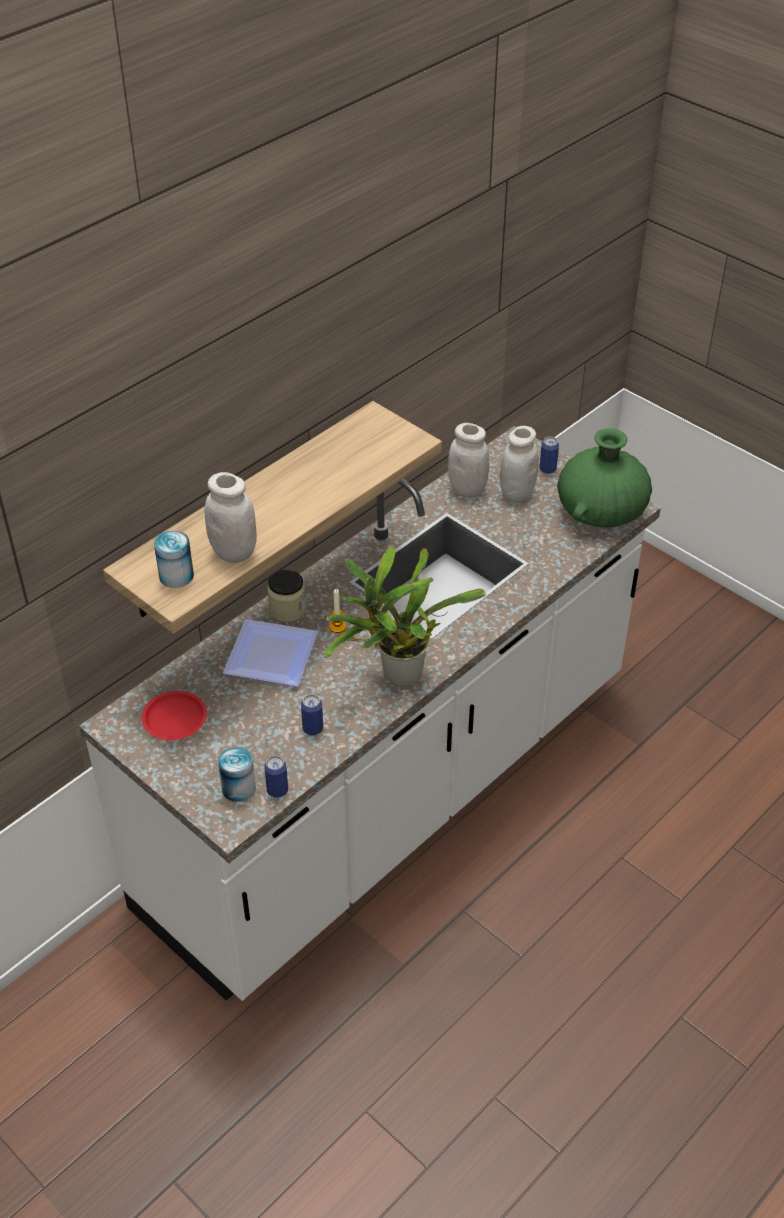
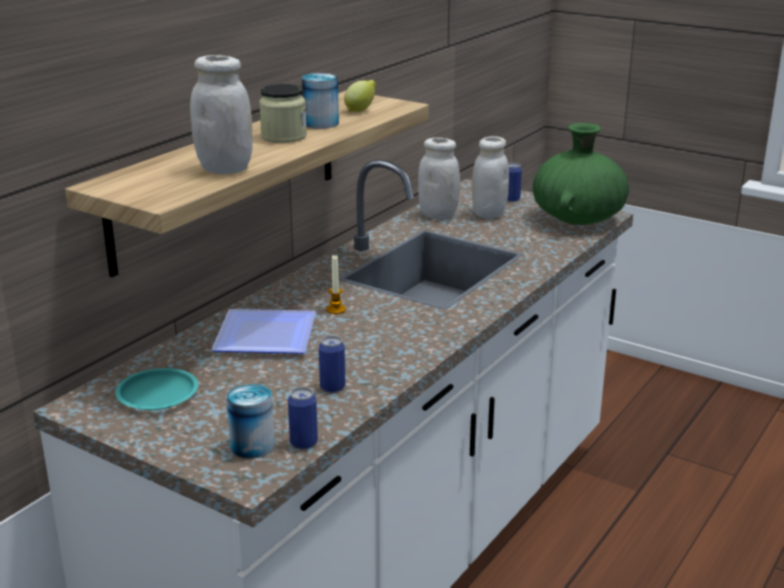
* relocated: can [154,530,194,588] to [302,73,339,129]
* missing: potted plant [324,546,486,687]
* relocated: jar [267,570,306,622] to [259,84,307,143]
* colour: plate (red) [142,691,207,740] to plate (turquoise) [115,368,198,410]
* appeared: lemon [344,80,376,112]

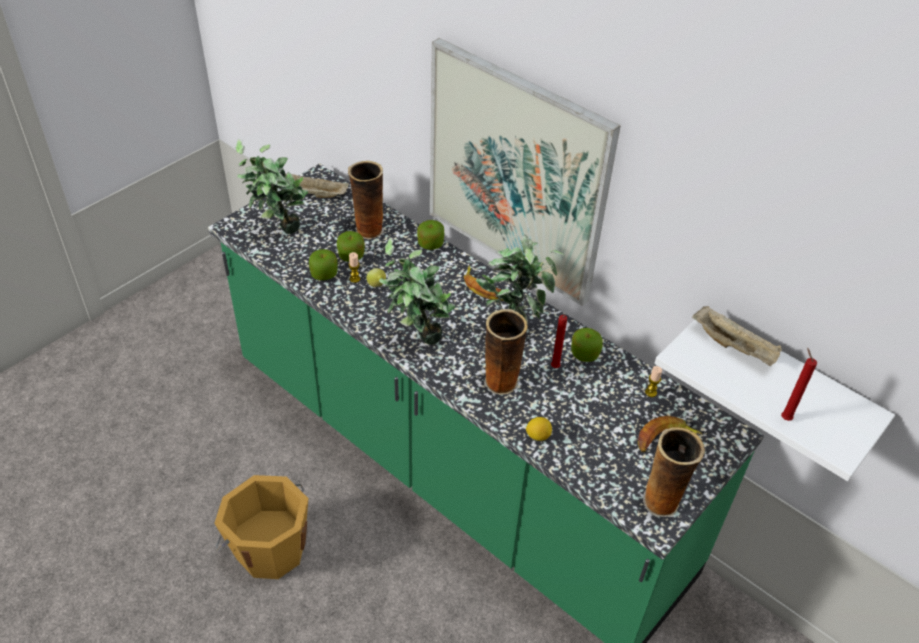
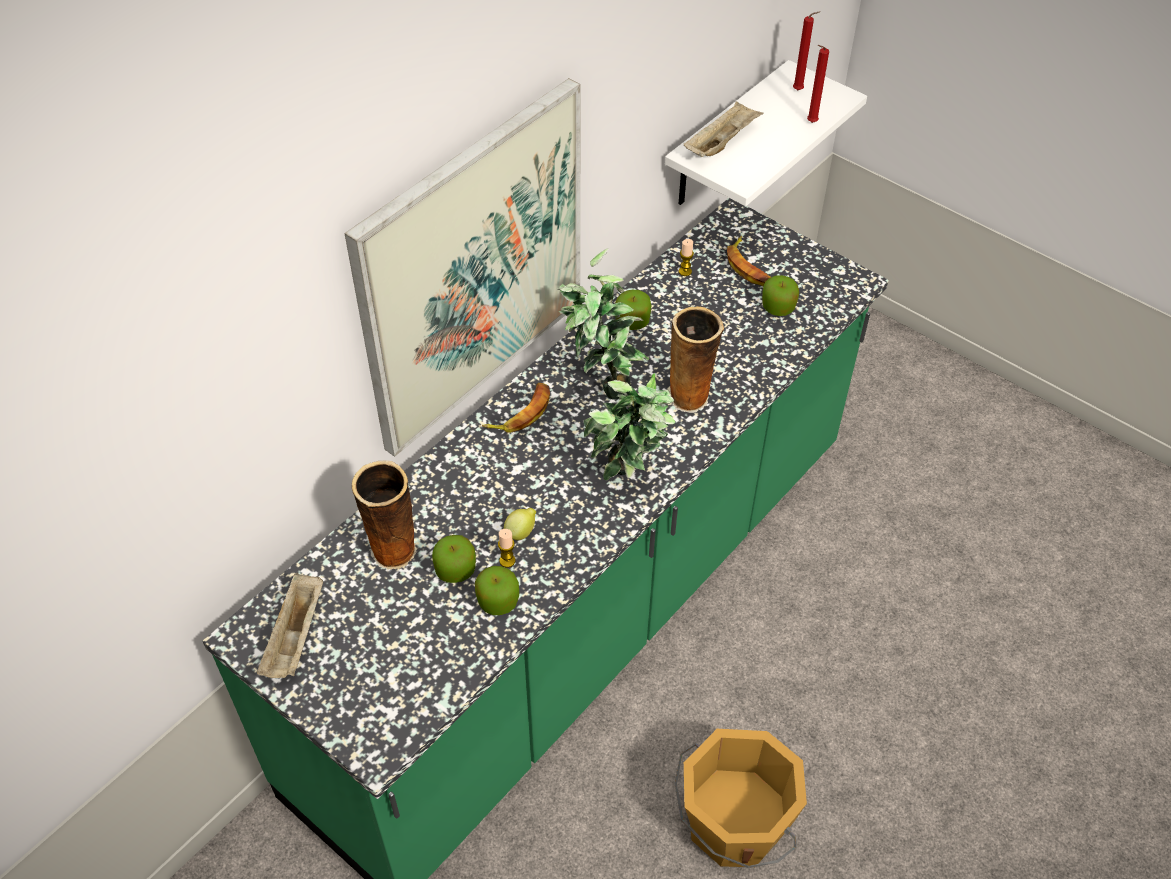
* missing: potted plant [236,139,308,234]
* relocated: apple [417,220,444,250] to [762,275,799,316]
* relocated: candle (red) [551,315,567,368] to [793,11,820,90]
* missing: lemon [526,417,552,441]
* missing: vase [643,427,705,517]

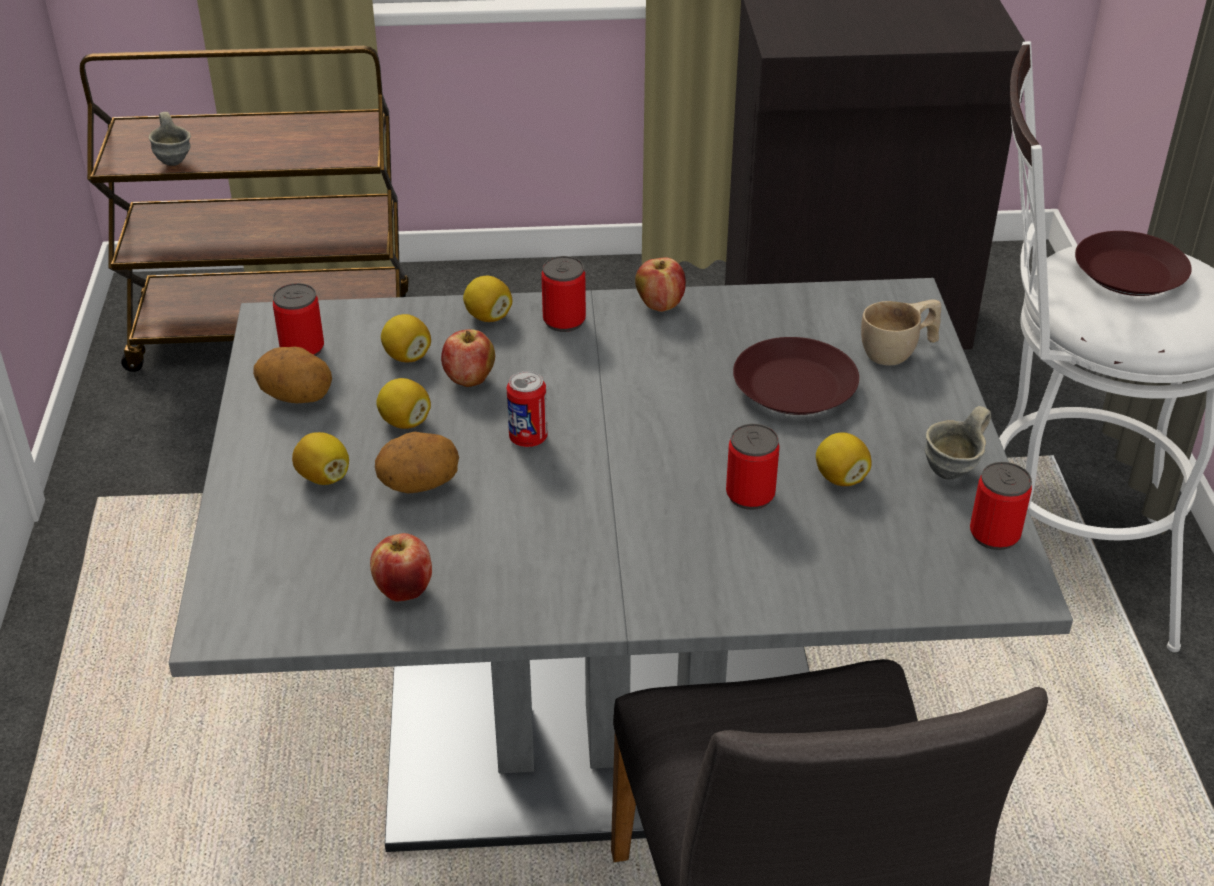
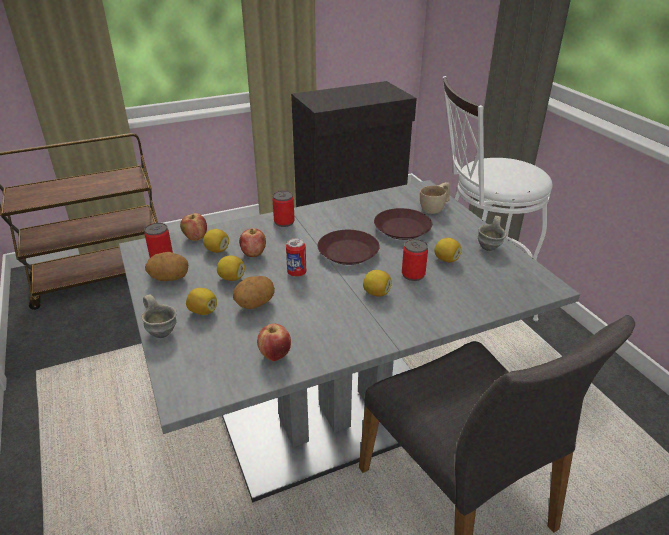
* relocated: mug (grey) [149,112,191,166] to [142,294,177,338]
* relocated: plate (brown) [1075,231,1192,296] to [317,230,380,265]
* relocated: apple [635,258,686,312] to [180,213,207,241]
* relocated: lemon [463,276,512,322] to [363,270,392,297]
* missing: can [970,462,1032,550]

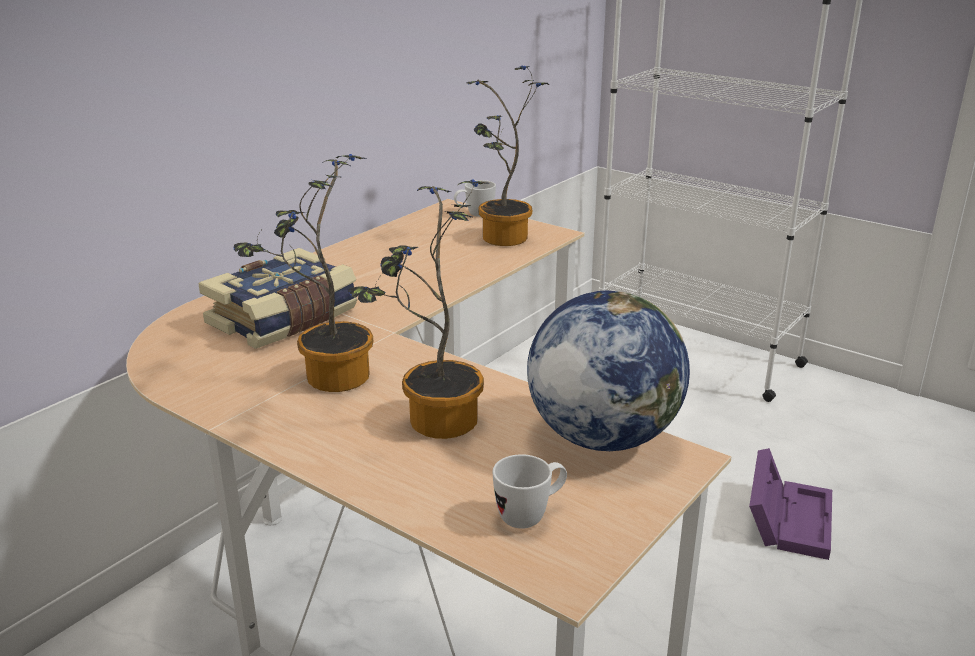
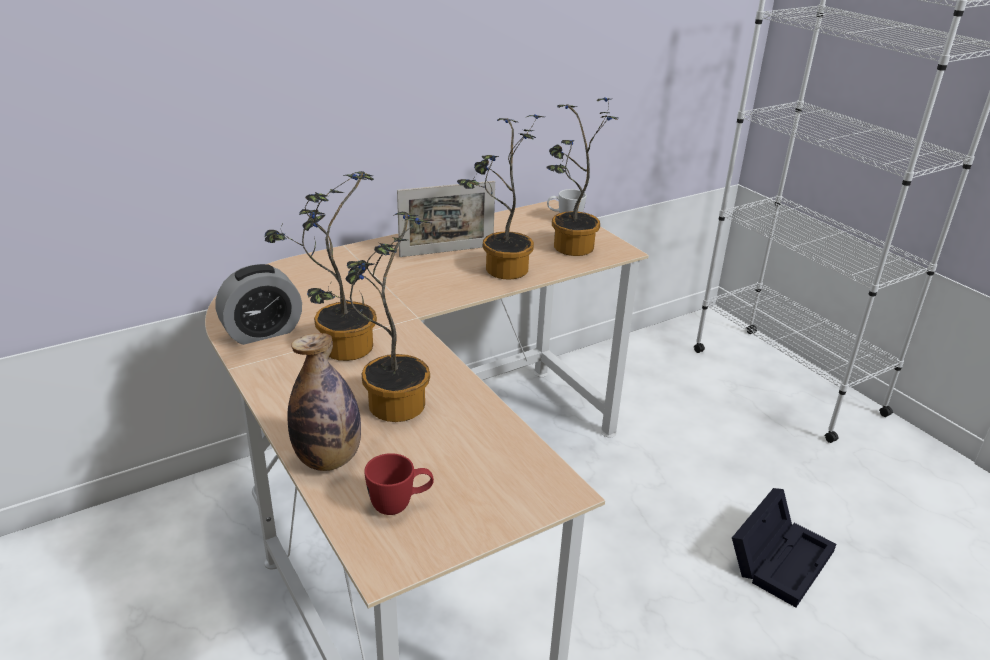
* missing: book [198,248,358,349]
* missing: globe [527,290,690,451]
* colour: storage box (purple) [749,448,832,560] to storage box (black) [732,488,836,607]
* colour: mug (white) [493,454,567,529] to mug (red) [364,453,434,515]
* appeared: potted plant [457,114,544,280]
* appeared: picture frame [397,181,495,257]
* appeared: alarm clock [215,264,302,345]
* appeared: bottle [287,333,361,471]

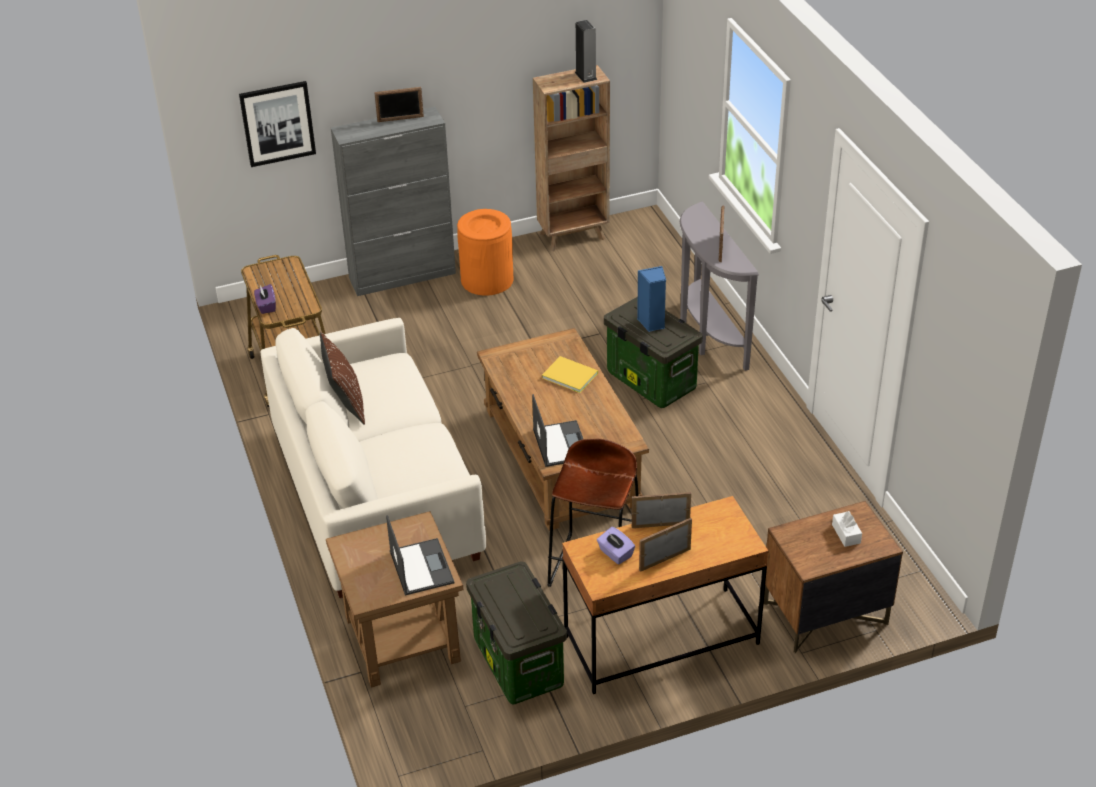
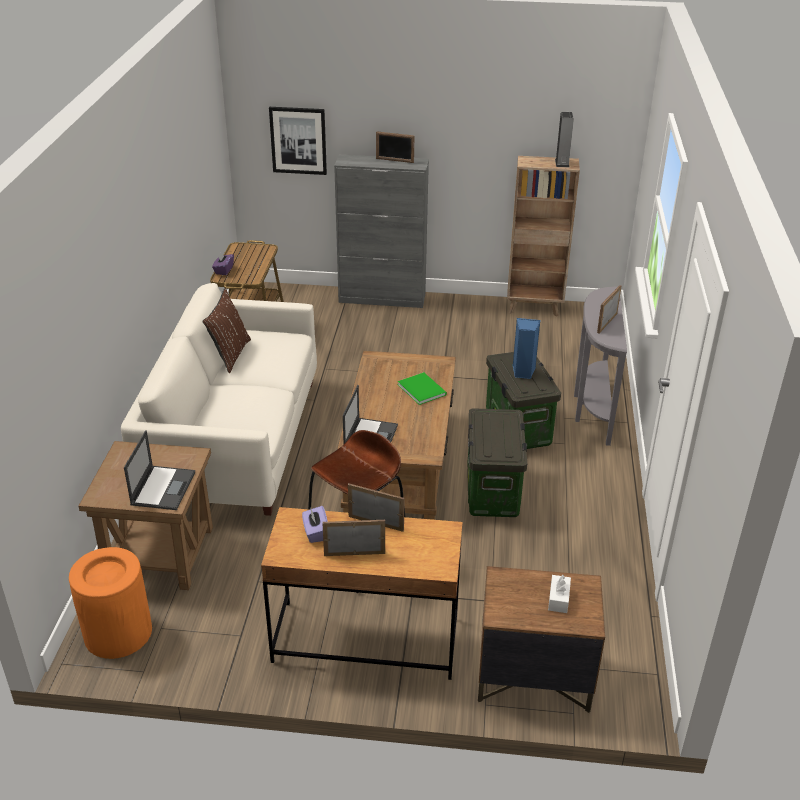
* relocated: trash can (orange) [457,209,513,296] to [69,547,152,659]
* colour: book (yellow) [542,356,598,393] to book (green) [398,372,447,405]
* relocated: storage box [466,561,567,704] to [467,408,527,517]

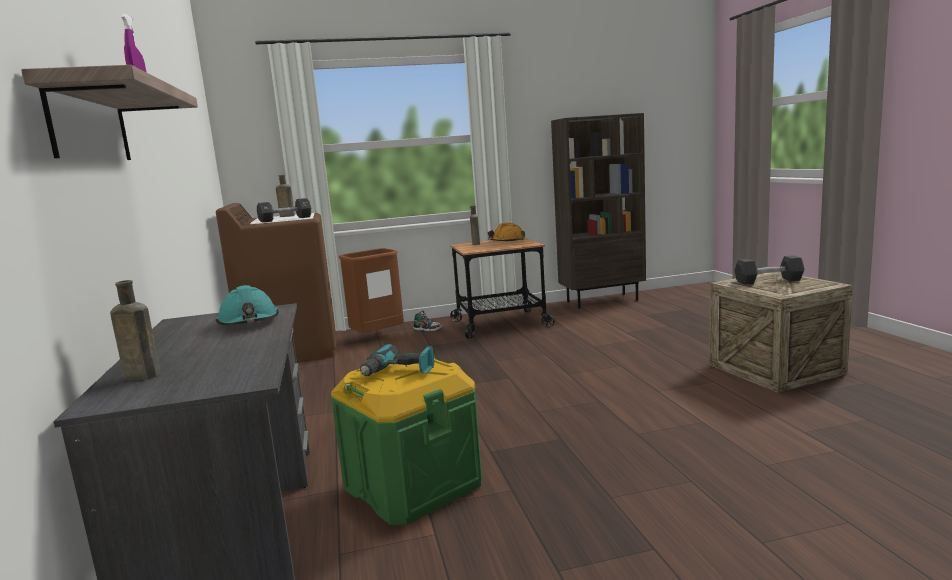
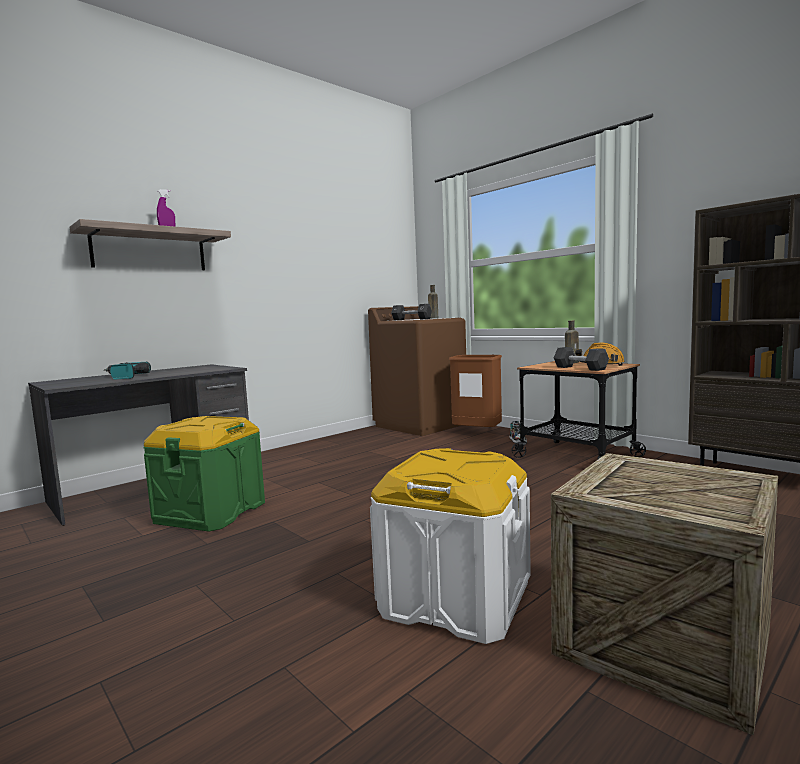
* relocated: dumbbell (black) [734,255,805,285] to [554,347,609,371]
* missing: bottle (brown) [110,280,161,380]
* missing: hard hat (turquoise) [216,285,279,326]
* relocated: power drill [360,344,434,376] to [104,361,151,379]
* appeared: storage box (white) [370,448,531,644]

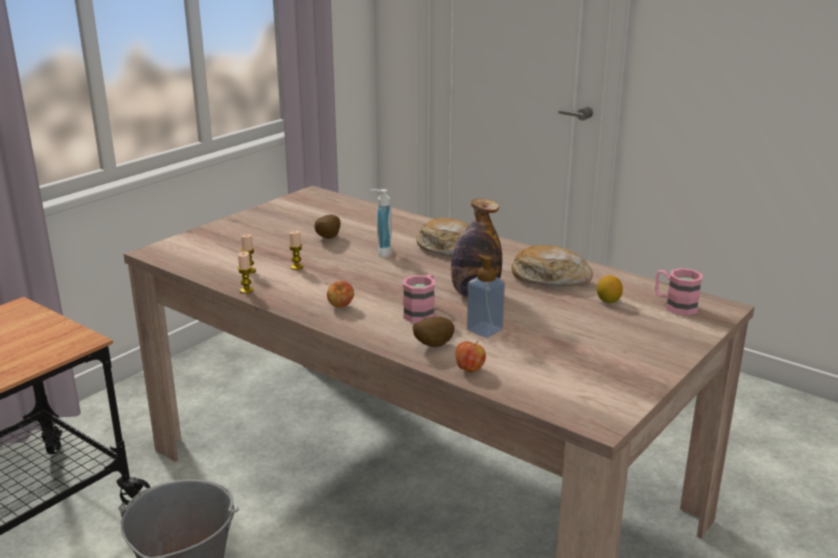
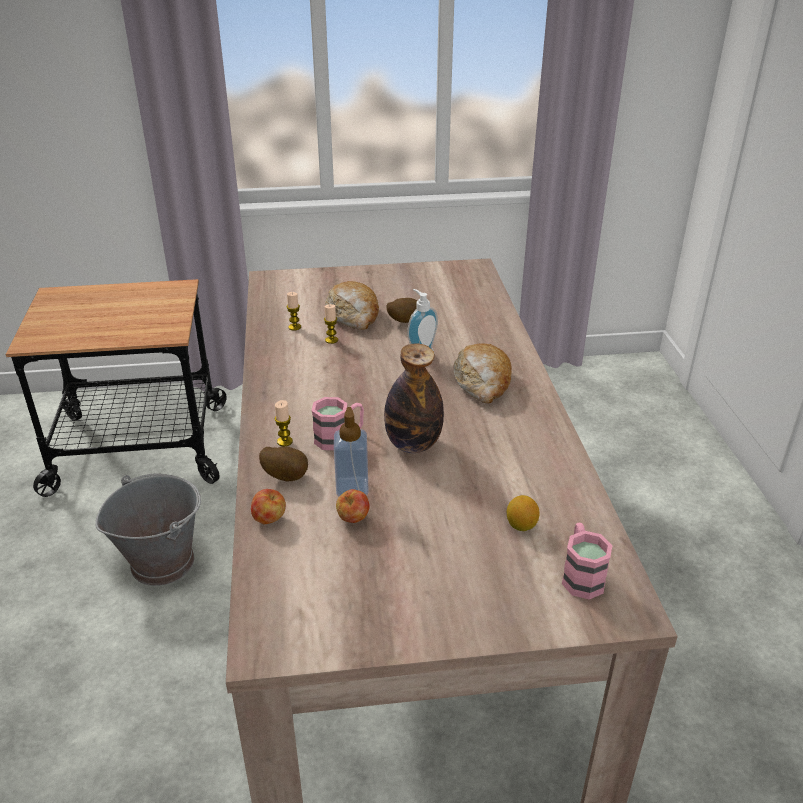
* relocated: bread [512,245,593,286] to [325,281,379,330]
* relocated: candle [238,251,254,294] to [275,400,293,446]
* relocated: apple [327,281,354,308] to [336,489,370,523]

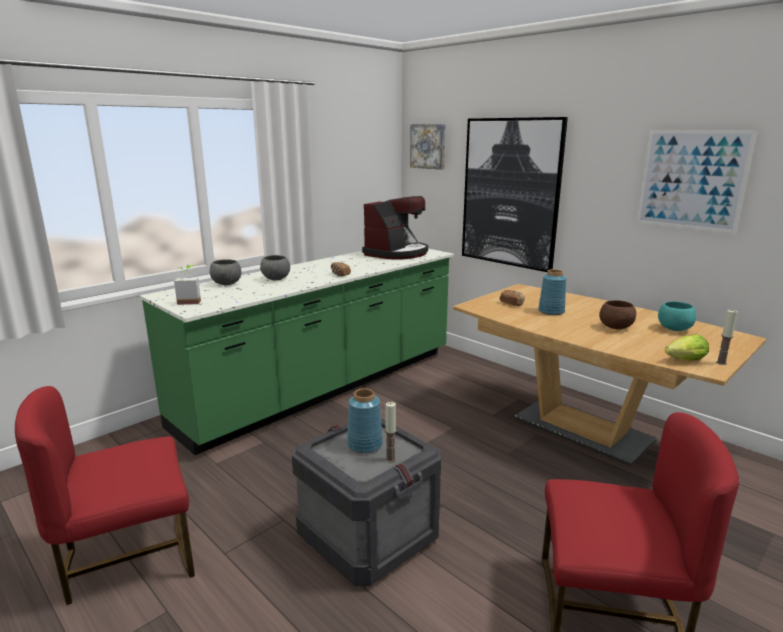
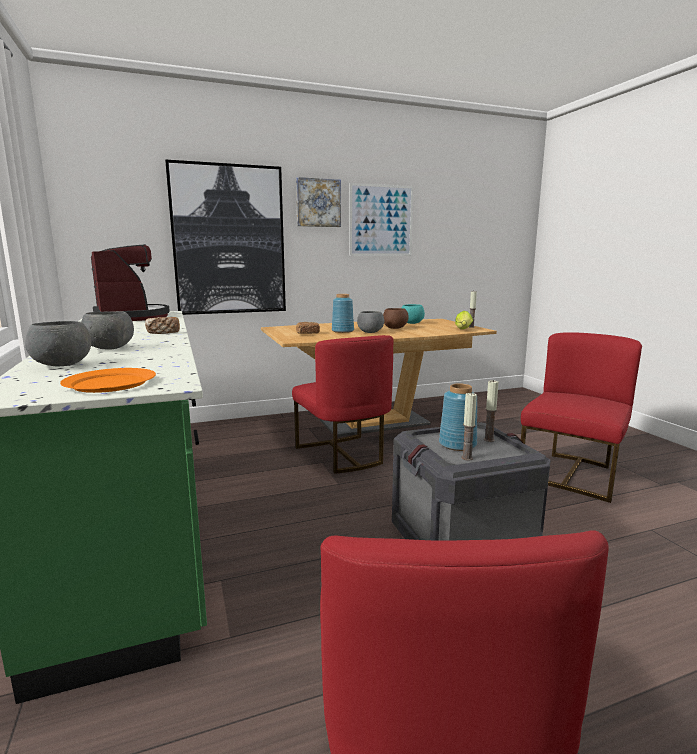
* relocated: picture [410,124,446,170] to [296,177,341,227]
* exchanged: potted plant [174,265,201,305] to plate (orange) [60,368,156,393]
* appeared: bowl (grey) [357,311,384,333]
* appeared: chair (red) [292,335,393,474]
* appeared: candle [461,392,477,461]

